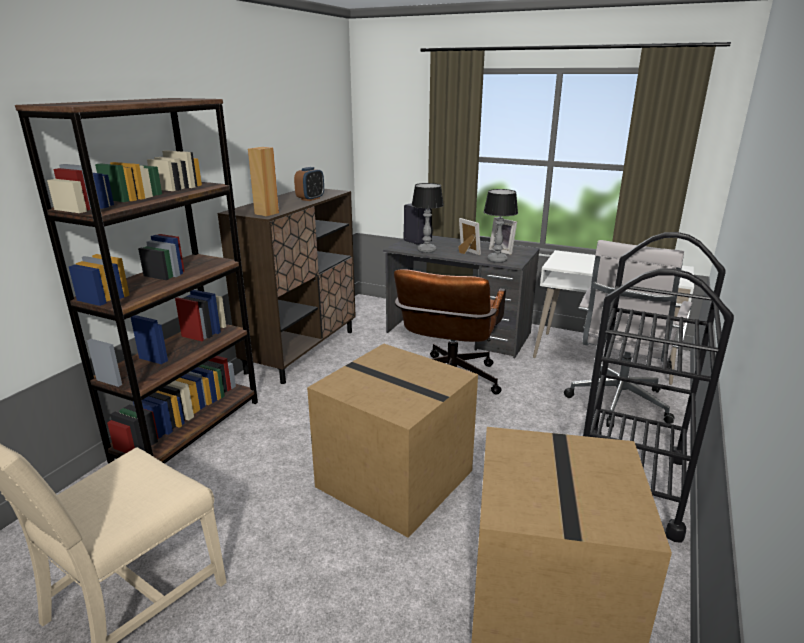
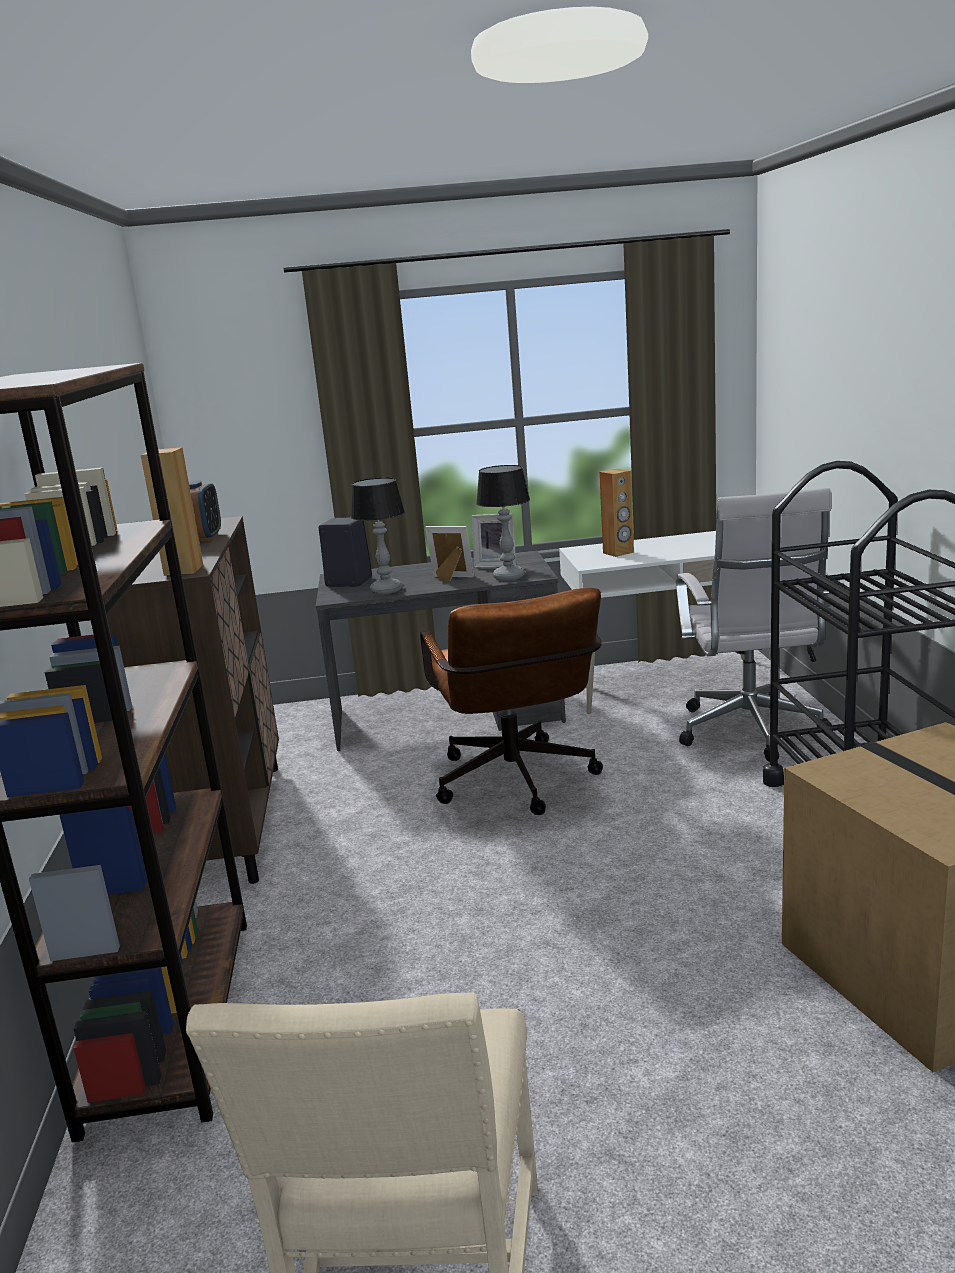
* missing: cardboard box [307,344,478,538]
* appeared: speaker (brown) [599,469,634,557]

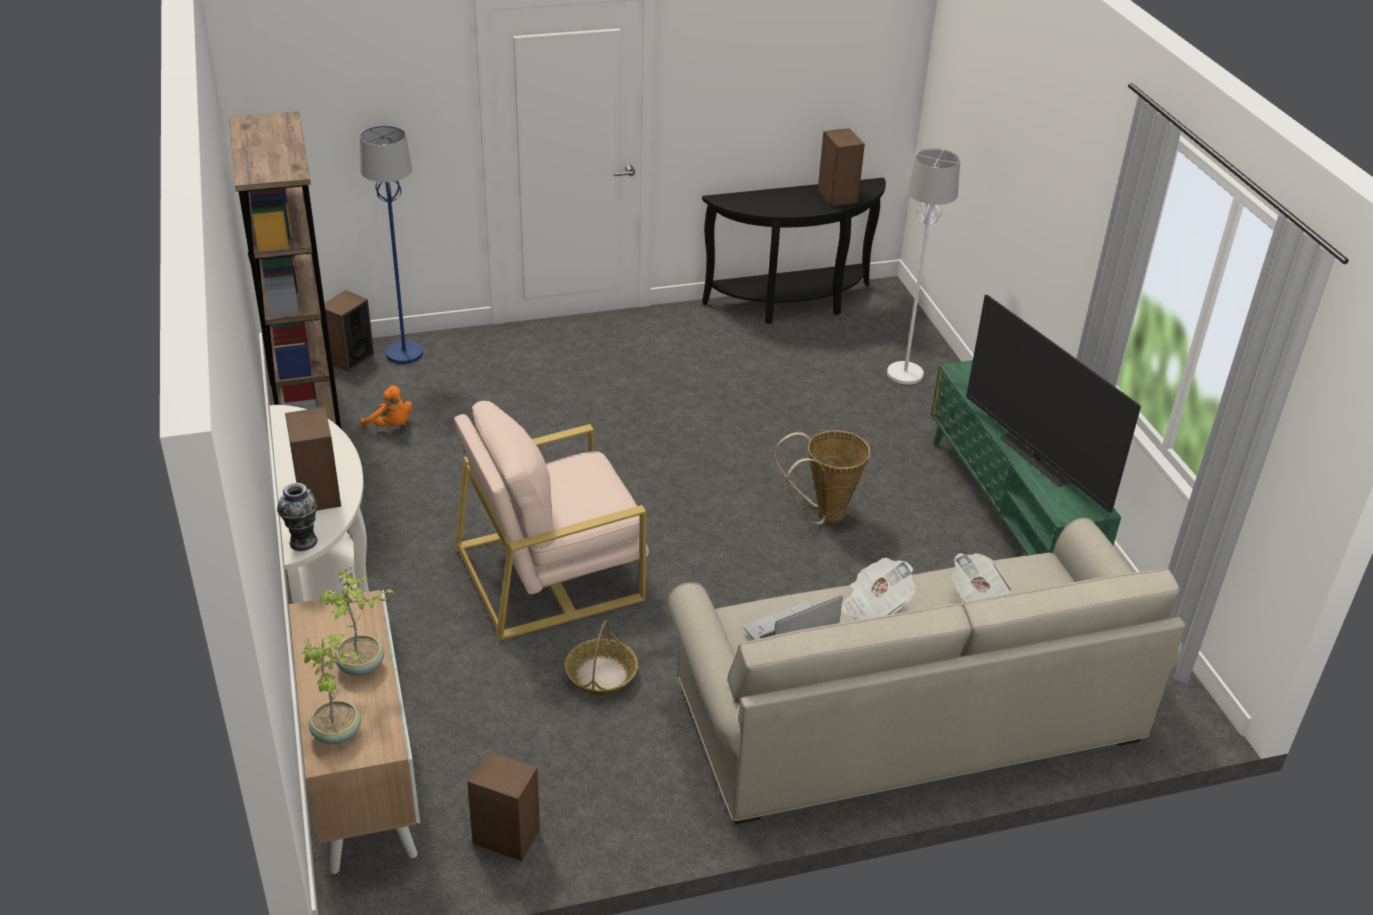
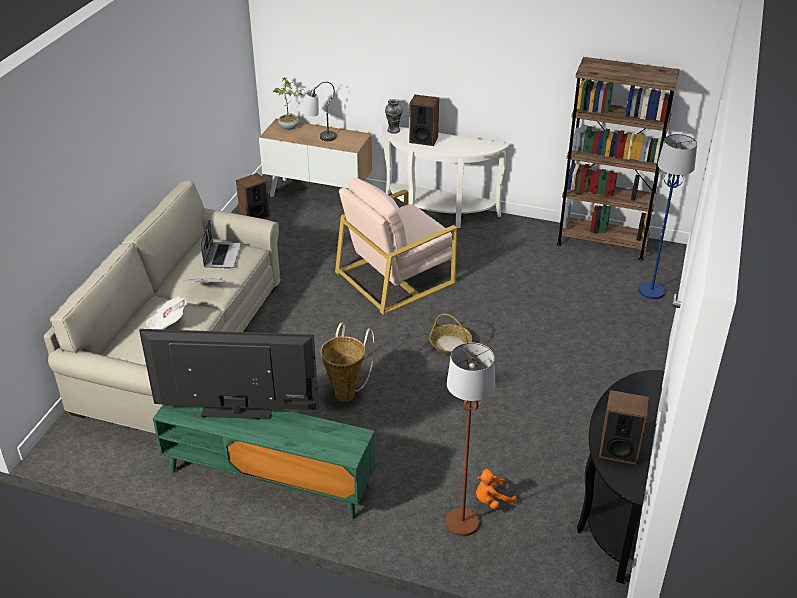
* colour: floor lamp (white) [887,148,960,385] to floor lamp (brown) [446,343,495,536]
* missing: speaker [324,290,374,372]
* relocated: plush toy (orange) [361,385,413,427] to [476,469,517,509]
* spun: armchair (beige) [454,401,649,641] = [335,178,457,315] 135 degrees counterclockwise
* exchanged: potted plant [319,567,395,676] to table lamp (grey) [297,82,337,141]
* relocated: basket [565,620,638,695] to [429,313,472,355]

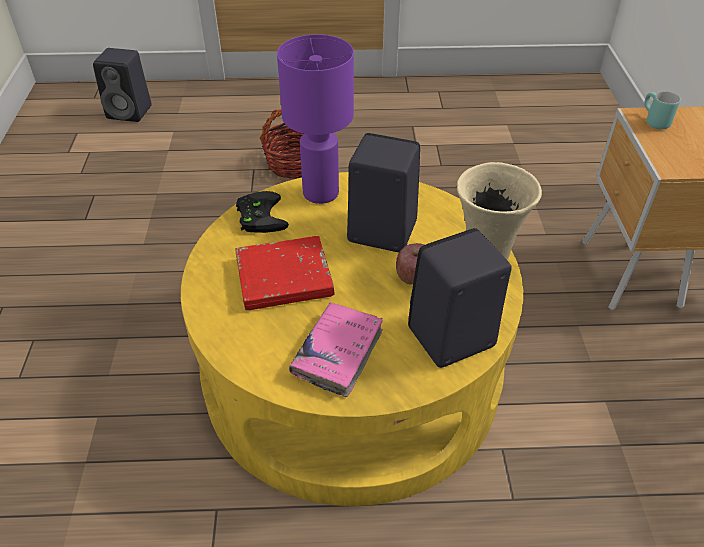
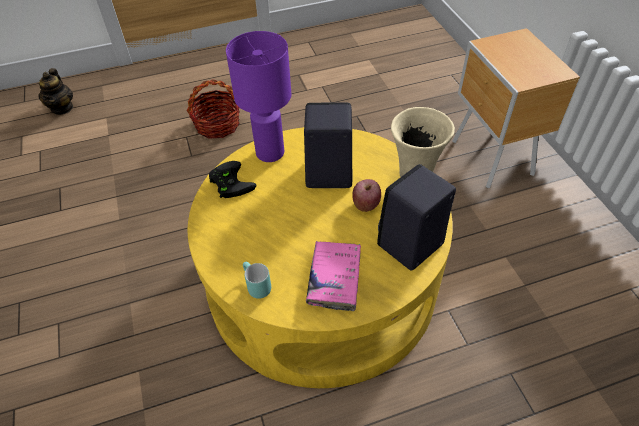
* exchanged: speaker (black) [93,48,152,122] to teapot [38,68,73,115]
* relocated: mug (turquoise) [645,91,680,130] to [243,262,271,299]
* missing: book (red) [235,236,335,310]

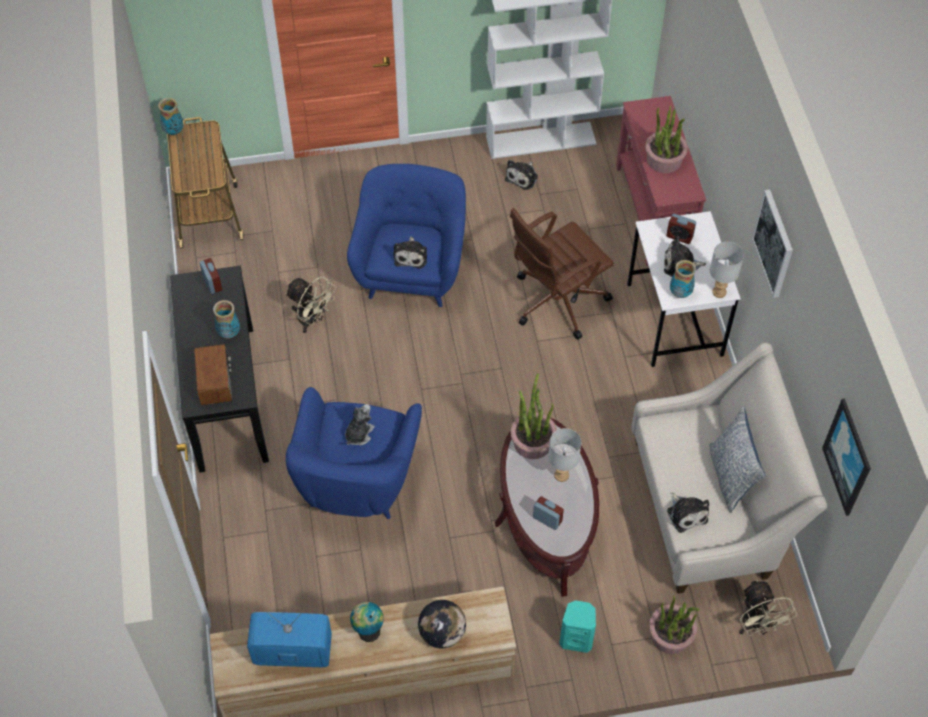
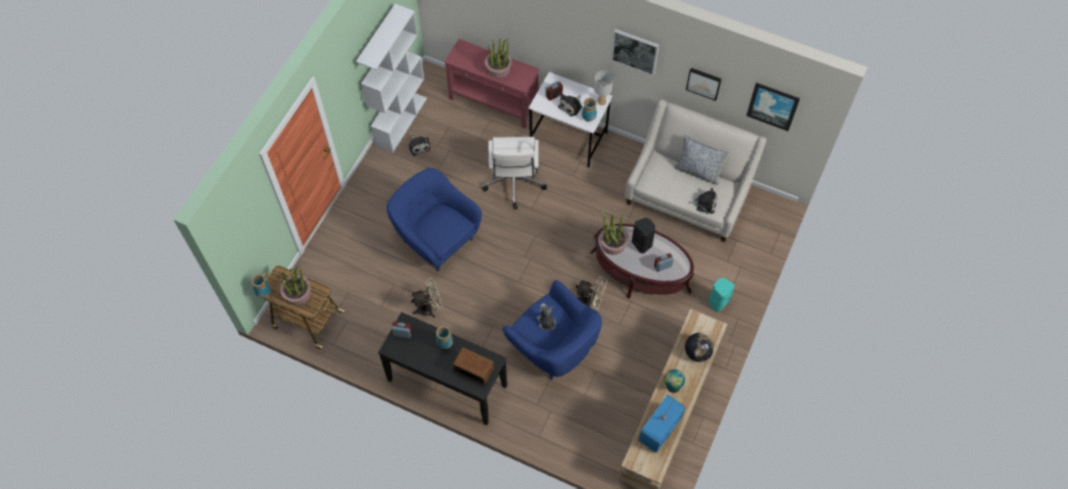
* colour: office chair (brown) [510,208,614,339] to office chair (white) [482,137,547,209]
* missing: plush toy [394,236,427,269]
* exchanged: table lamp (grey) [548,428,581,482] to speaker (black) [632,217,655,253]
* relocated: fan (beige) [740,580,797,636] to [575,276,607,310]
* relocated: potted plant [649,595,700,654] to [280,265,311,306]
* appeared: picture [686,68,722,101]

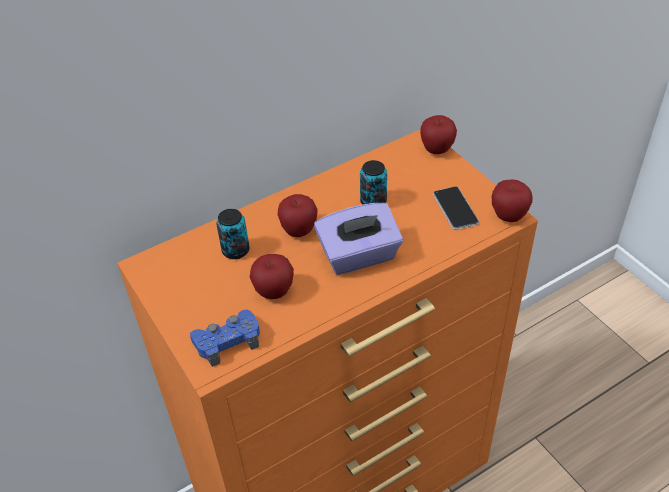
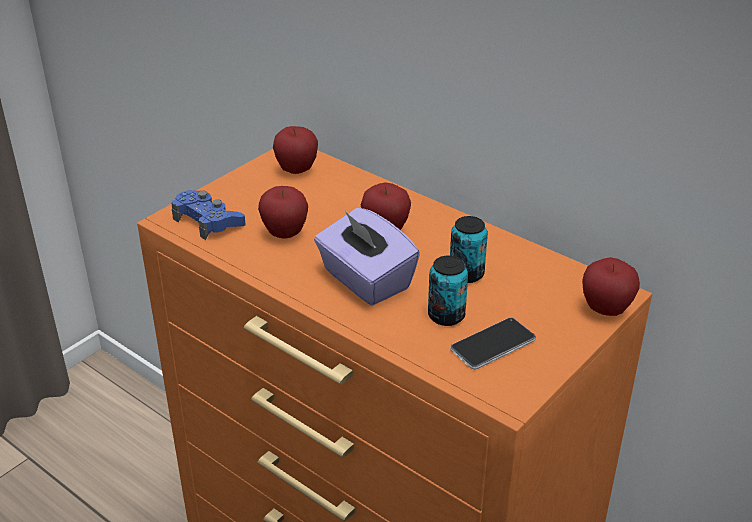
* relocated: apple [492,179,533,222] to [273,126,318,174]
* relocated: can [216,209,249,259] to [428,256,468,326]

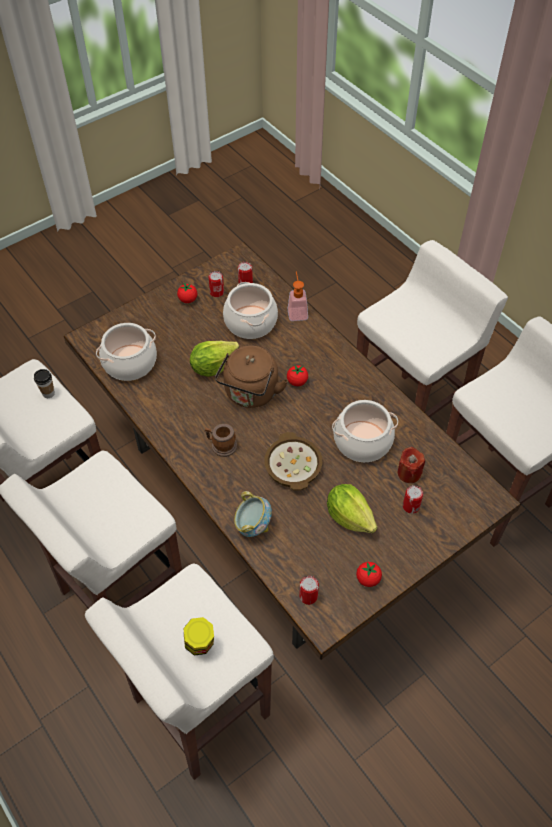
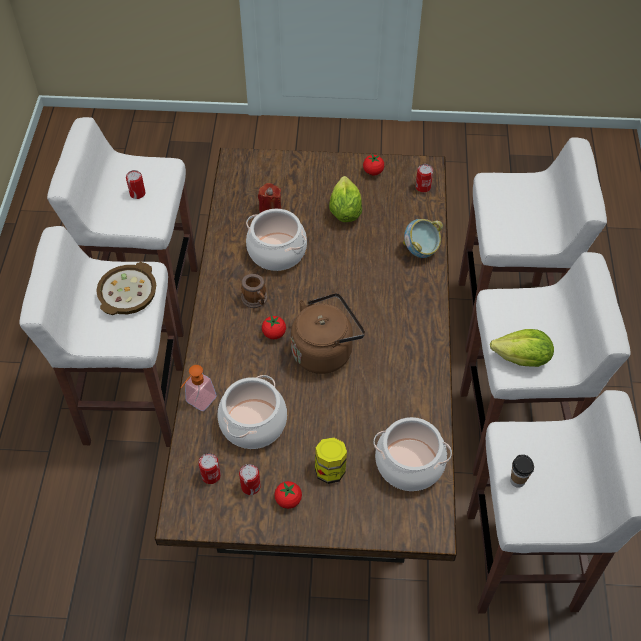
* relocated: lettuce [190,341,239,377] to [490,329,554,367]
* relocated: mug [205,424,237,457] to [241,274,268,308]
* relocated: bowl [264,432,323,490] to [96,262,156,315]
* relocated: can [403,485,423,514] to [126,170,145,199]
* relocated: jar [184,617,214,656] to [315,437,347,484]

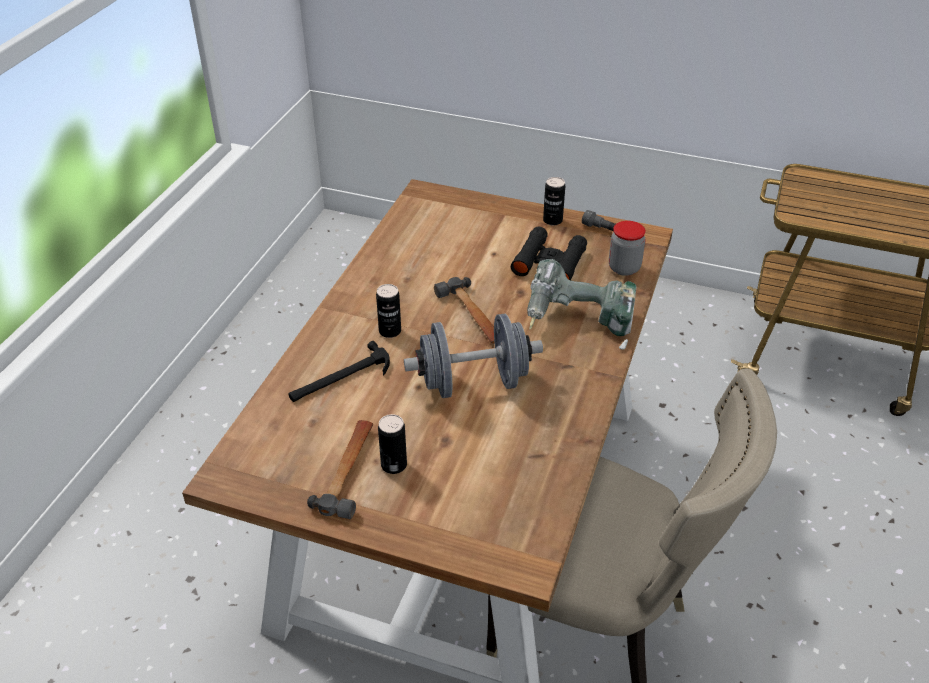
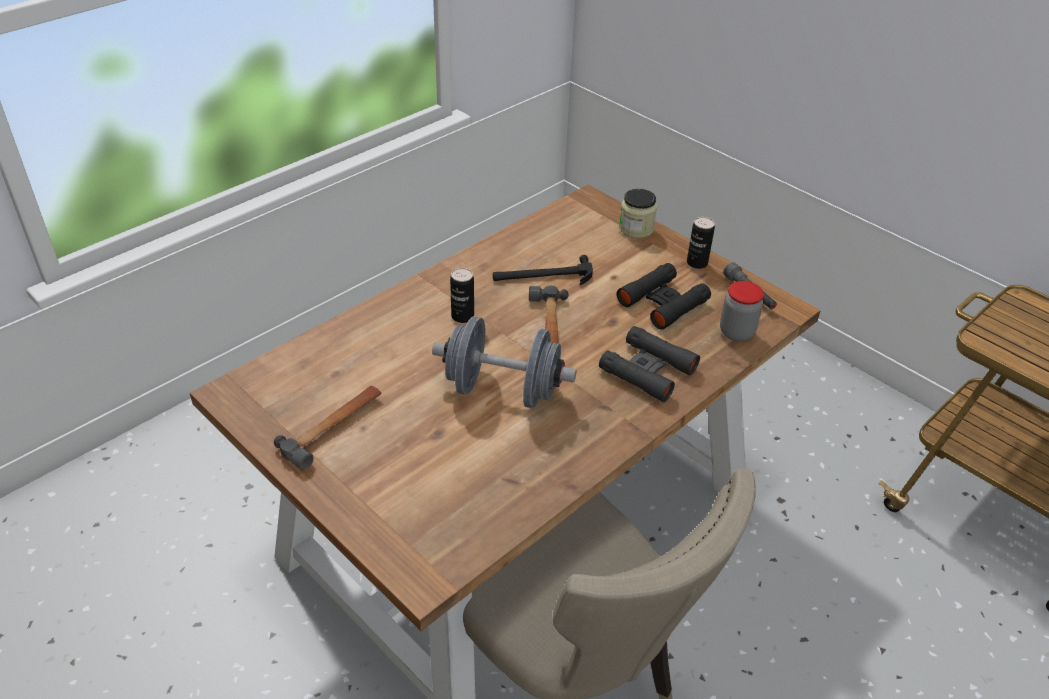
* exchanged: power drill [527,259,636,350] to binoculars (black) [599,326,700,402]
* relocated: hammer [288,341,390,402] to [493,255,593,285]
* missing: can [378,414,407,474]
* appeared: jar [619,189,657,238]

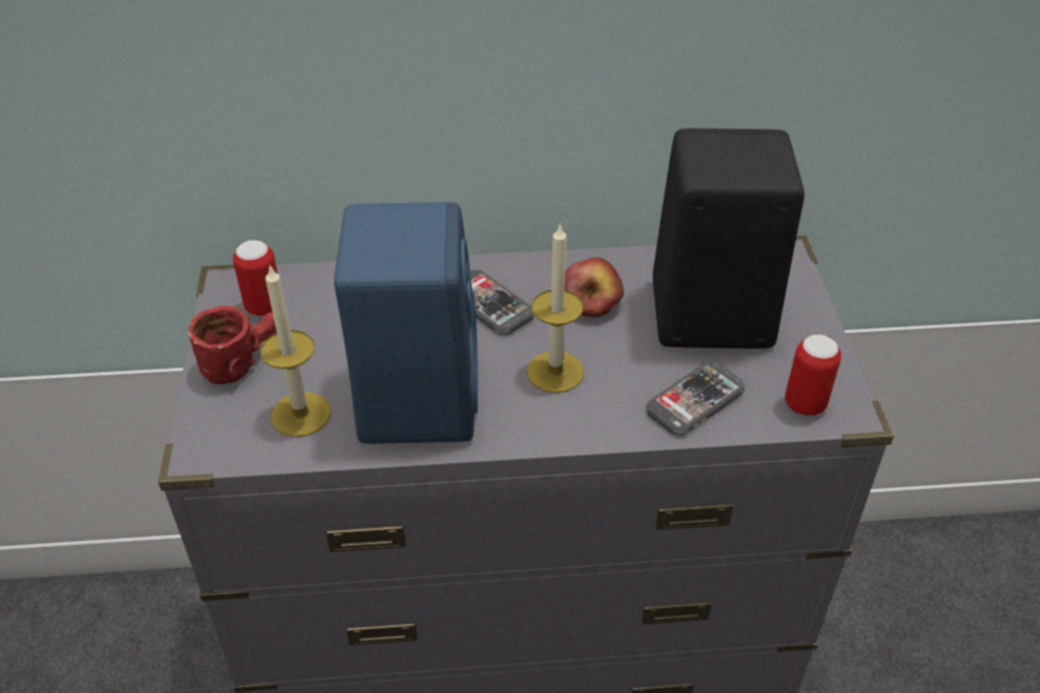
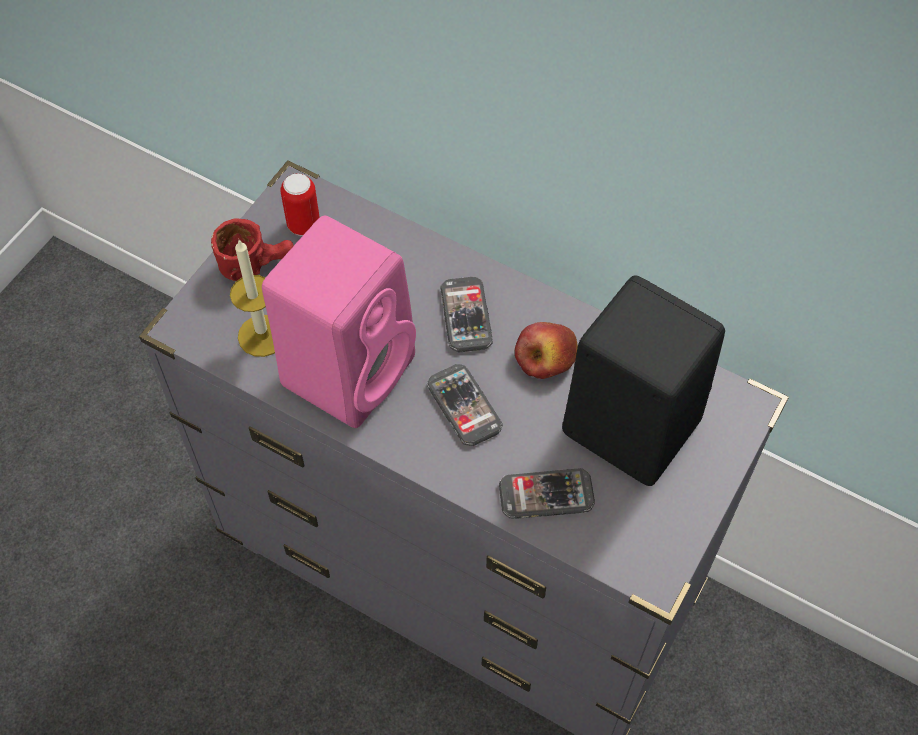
* colour: speaker (blue) [334,202,478,444] to speaker (pink) [262,215,416,428]
* exchanged: candle [527,223,584,393] to phone [427,364,503,446]
* missing: can [785,334,841,416]

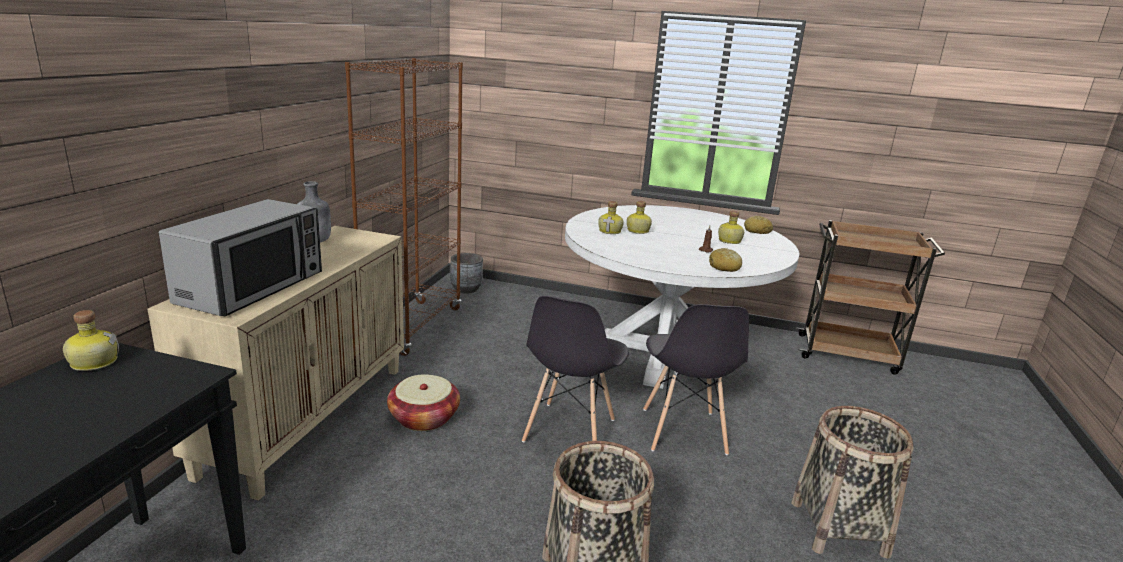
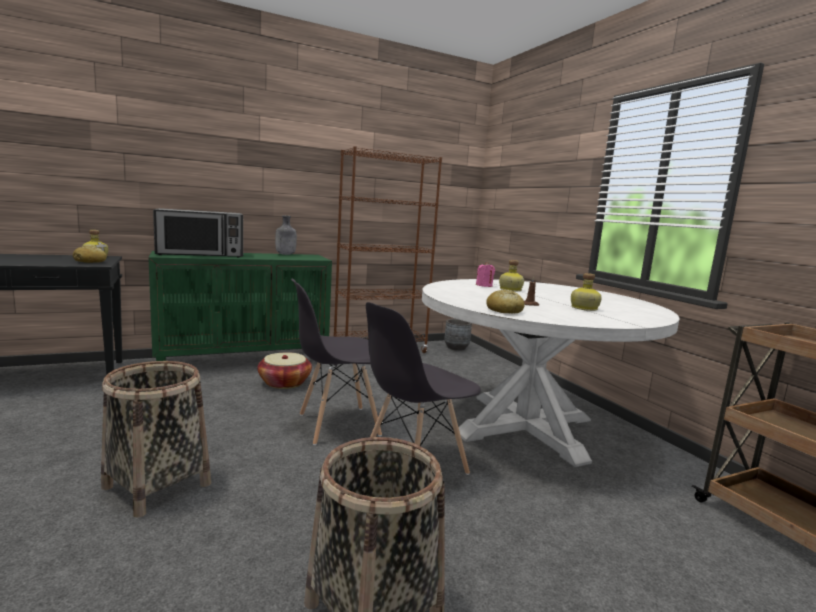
* exchanged: bottle [598,201,624,234] to candle (pink) [476,262,495,287]
* relocated: bread [744,216,773,234] to [73,246,107,263]
* colour: cabinet (beige) [148,226,404,501] to cabinet (green) [148,251,332,361]

